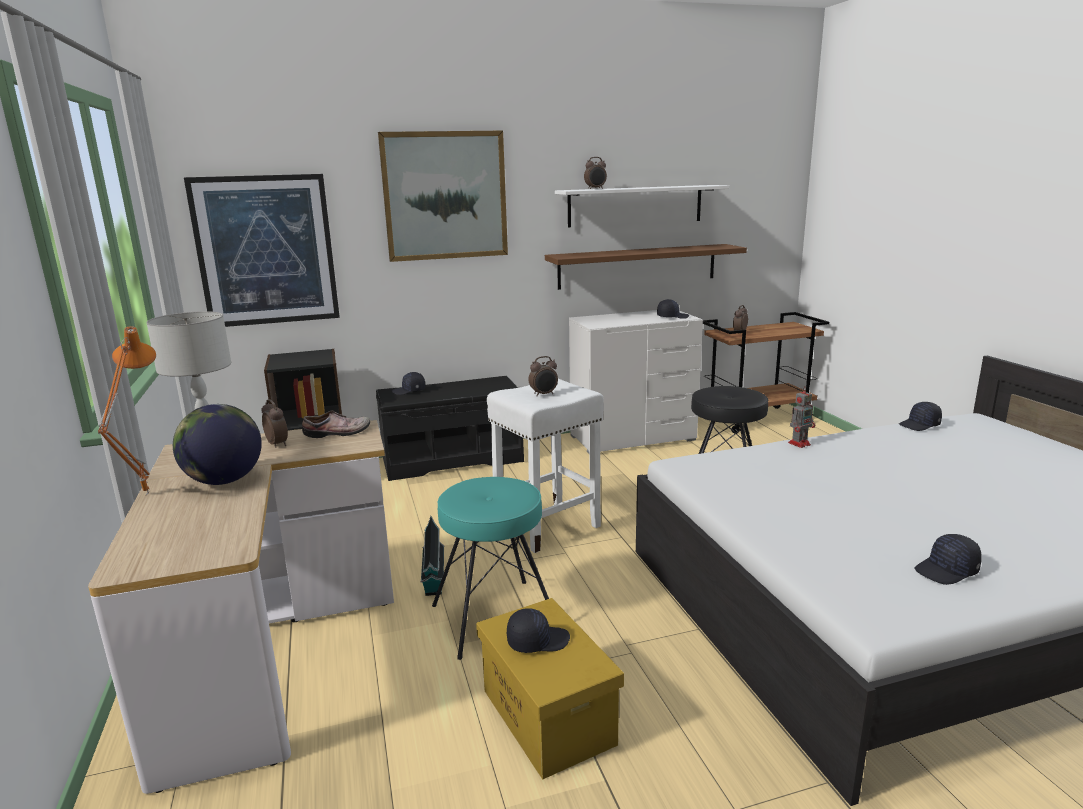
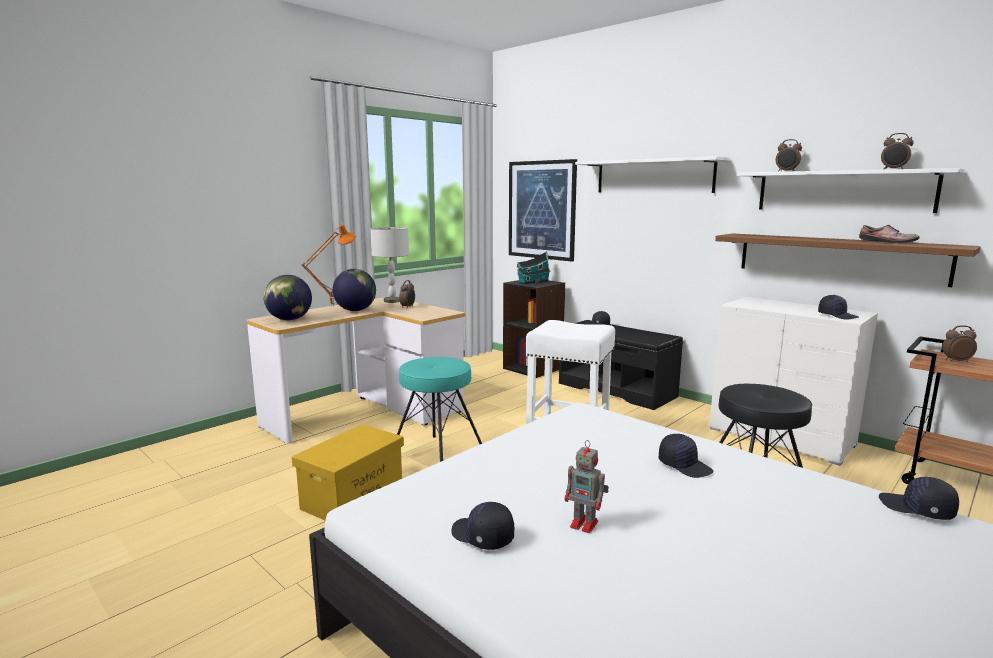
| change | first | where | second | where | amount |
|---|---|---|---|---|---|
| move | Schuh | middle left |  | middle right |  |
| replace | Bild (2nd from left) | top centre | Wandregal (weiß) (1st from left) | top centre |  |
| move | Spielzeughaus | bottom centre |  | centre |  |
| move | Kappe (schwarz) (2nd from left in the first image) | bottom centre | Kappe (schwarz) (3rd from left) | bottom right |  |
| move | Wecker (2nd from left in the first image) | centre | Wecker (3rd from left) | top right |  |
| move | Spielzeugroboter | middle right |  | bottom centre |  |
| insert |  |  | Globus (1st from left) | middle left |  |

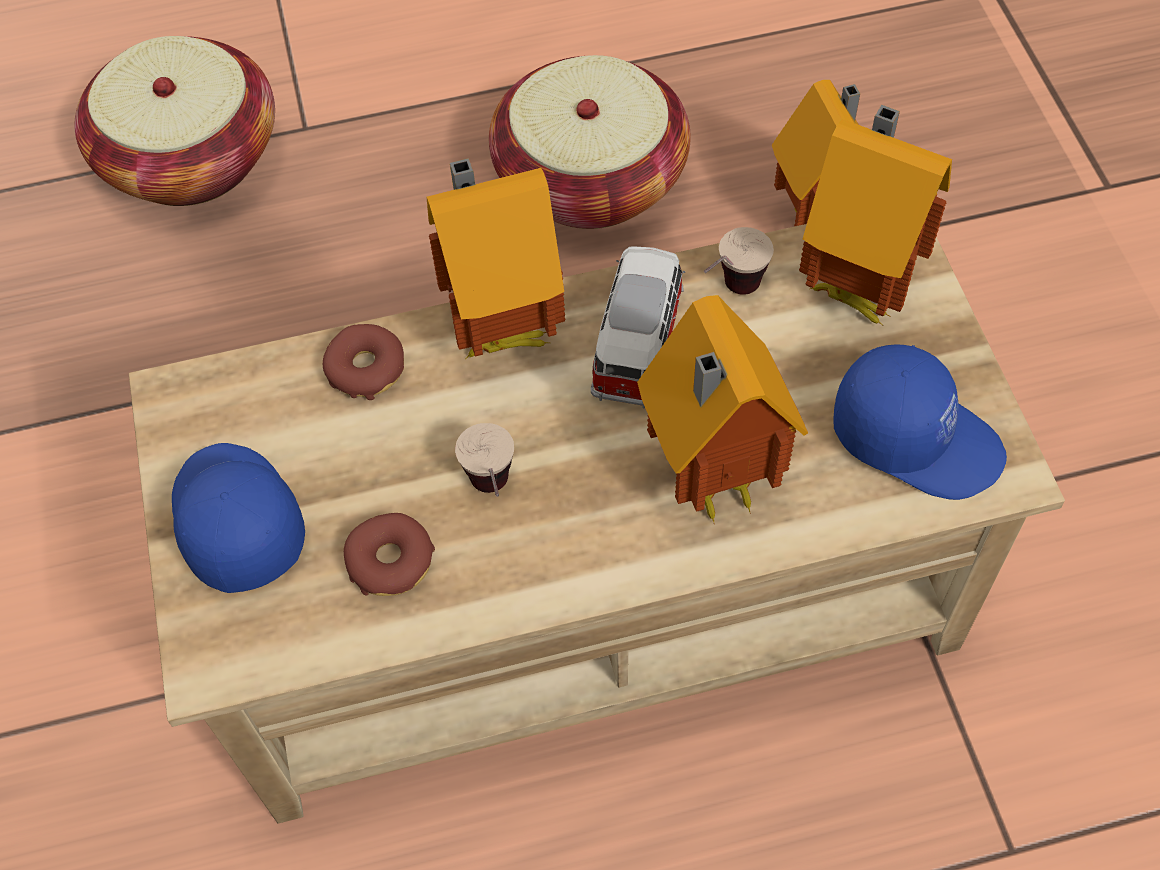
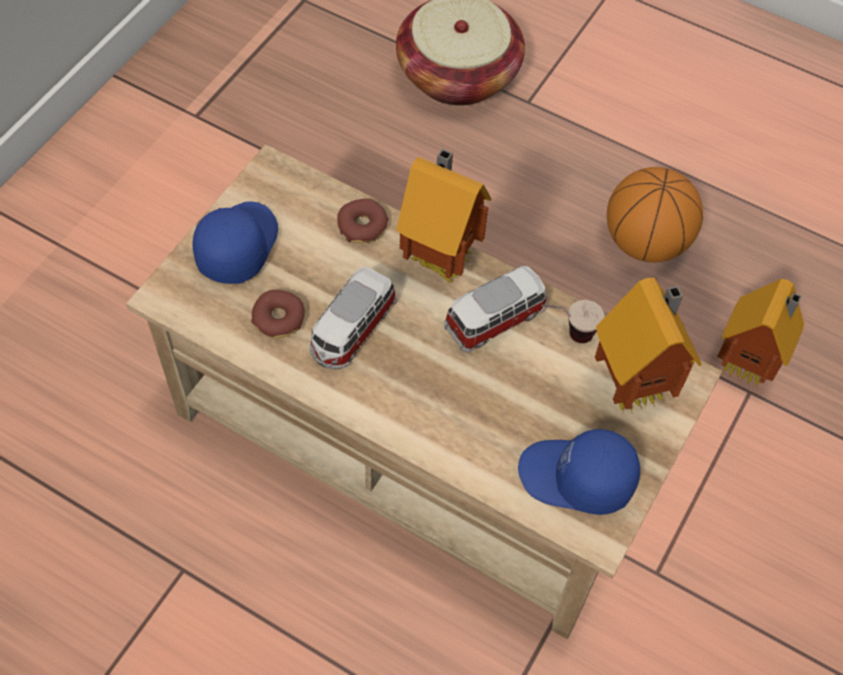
| change | first | where | second | where | amount |
|---|---|---|---|---|---|
| replace | Tasse (1st from left) | centre | Spielzeugauto (1st from left) | centre |  |
| replace | Korb (2nd from left) | top centre | Basketball | top right |  |
| delete | Spielzeughaus (2nd from left) | centre |  |  |  |
| rotate | Kappe (blau) (2nd from left) | middle right |  | bottom right | 120 degrees clockwise |

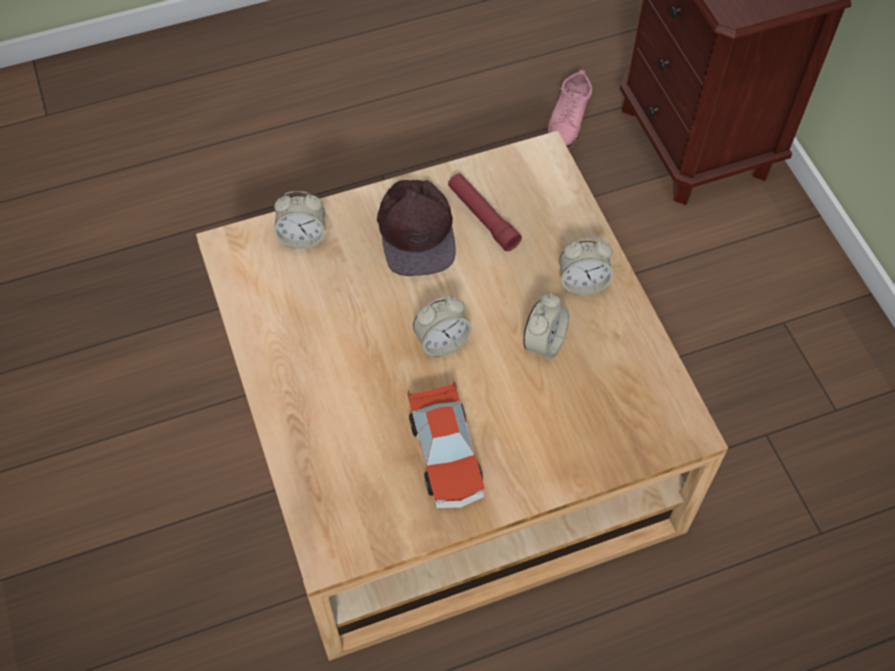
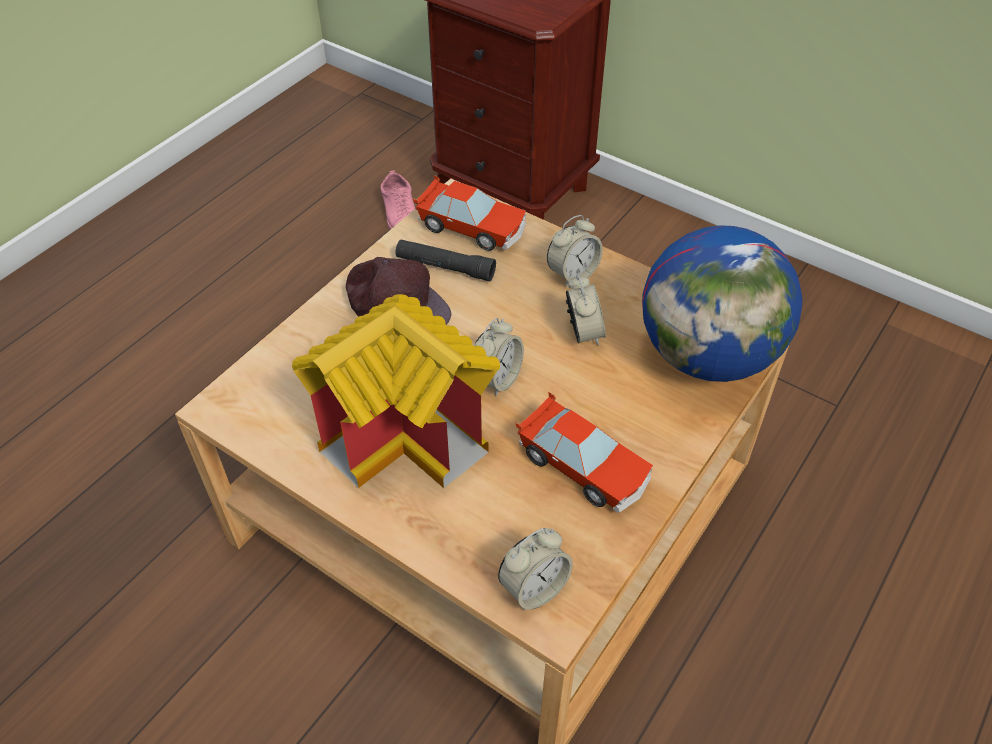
| change | first | where | second | where | amount |
|---|---|---|---|---|---|
| move | Wecker (1st from left in the first image) | top centre | Wecker (2nd from left) | bottom centre |  |
| recolor | Taschenlampe (rot) | top centre | Taschenlampe (schwarz) | centre |  |
| insert |  |  | Spielzeughaus | centre |  |
| insert |  |  | Spielzeugauto (1st from left) | top centre |  |
| insert |  |  | Globus | middle right |  |

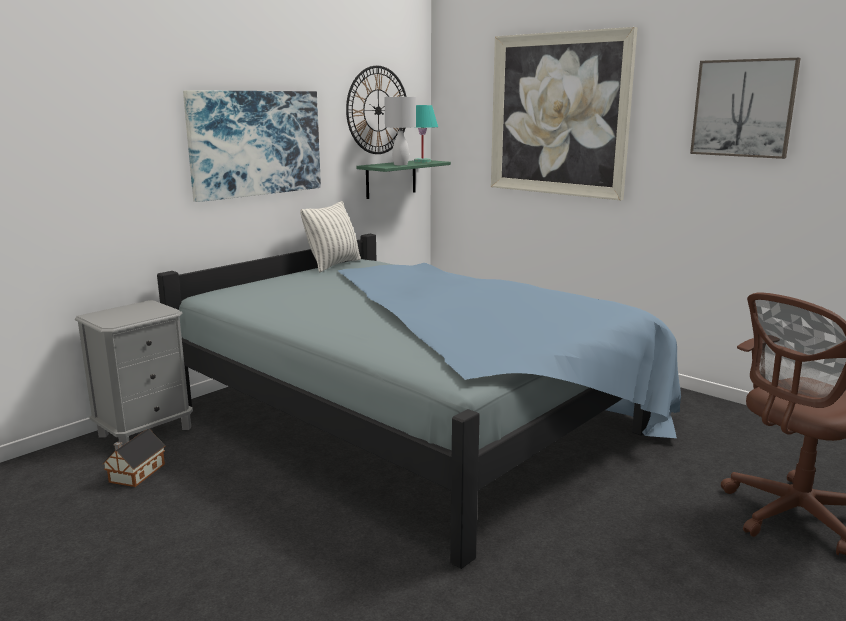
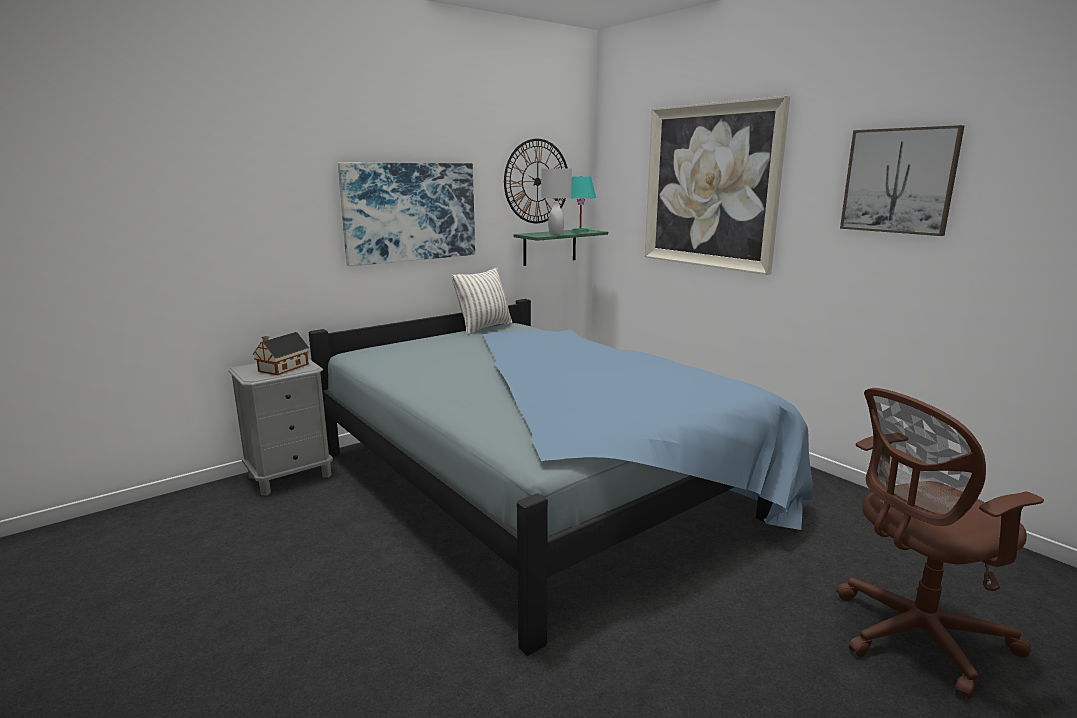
| change | first | where | second | where | amount |
|---|---|---|---|---|---|
| move | Spielzeughaus | bottom left |  | middle left |  |

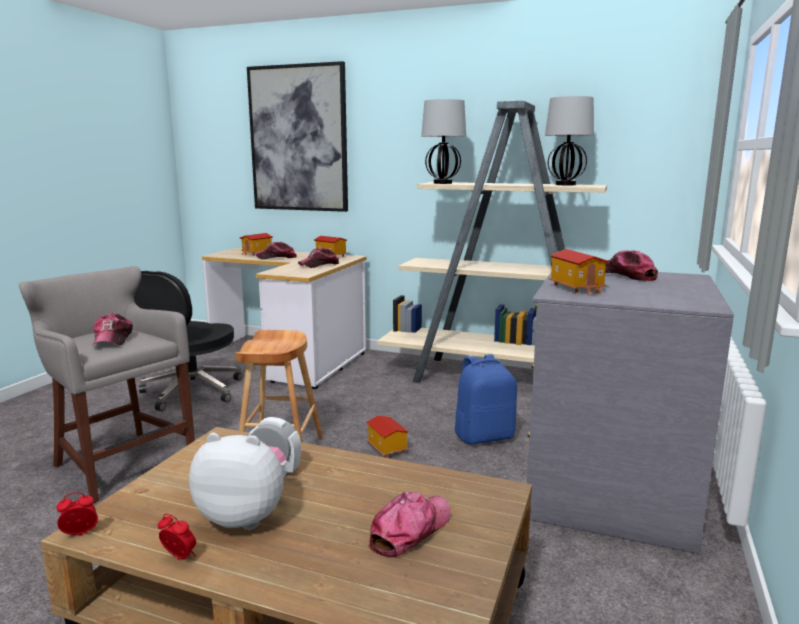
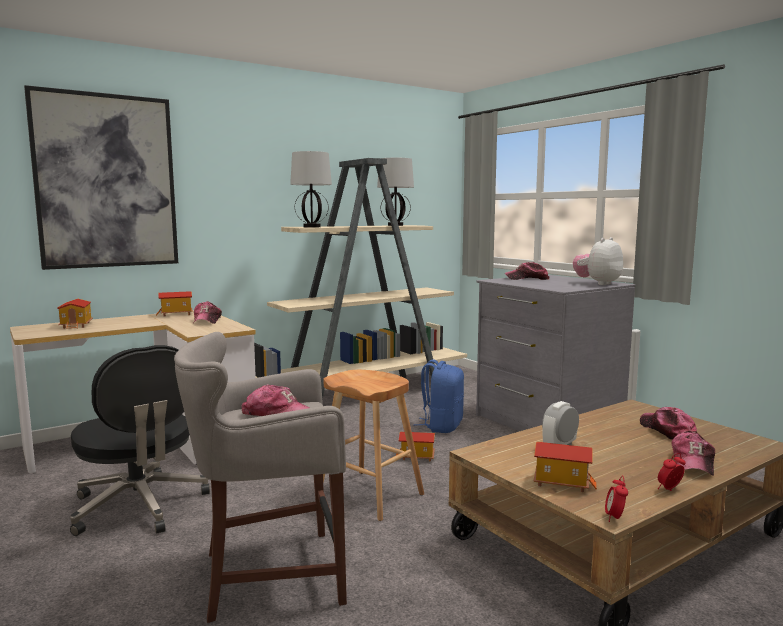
| change | first | where | second | where | amount |
|---|---|---|---|---|---|
| move | Plüschtier | bottom left |  | middle right |  |
| move | Kappe (2nd from left in the first image) | centre | Kappe (5th from left) | bottom right |  |
| move | Spielzeughaus (4th from left) | middle right |  | bottom right |  |

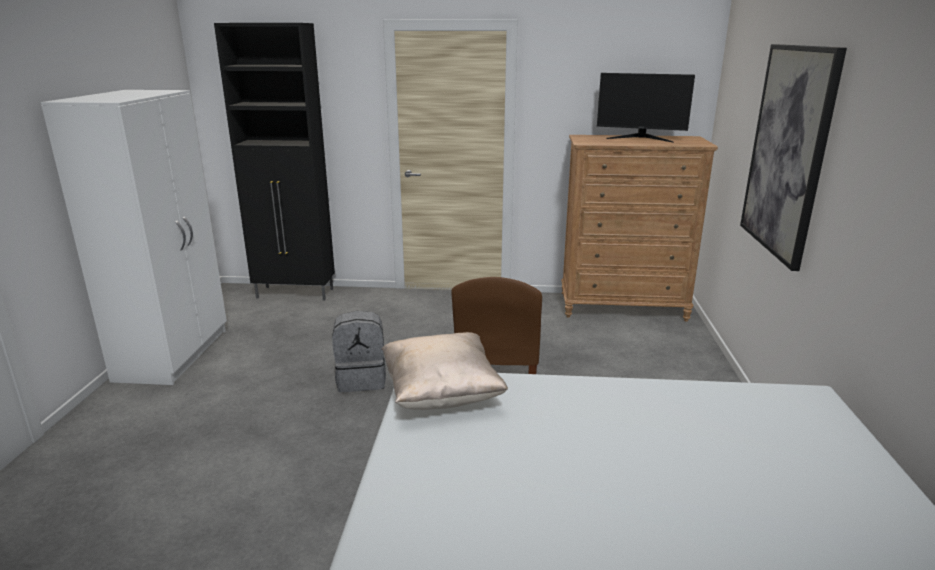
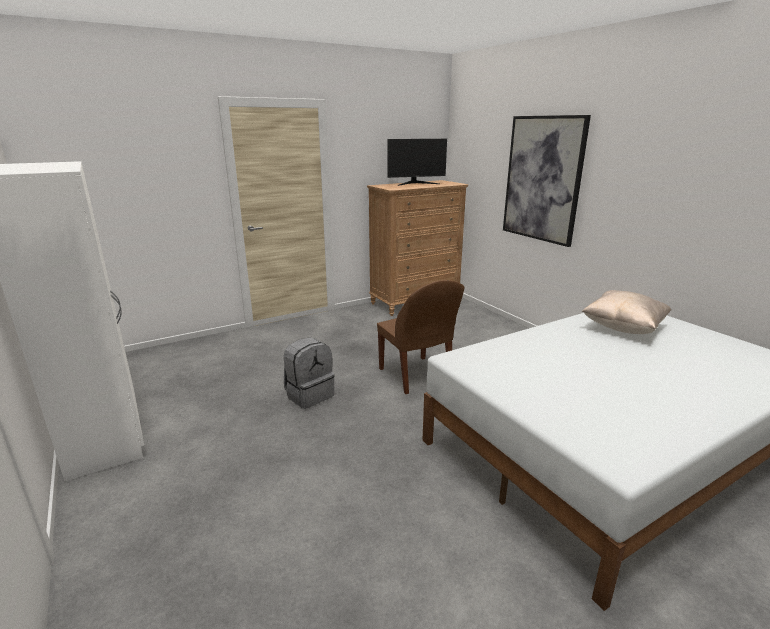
| change | first | where | second | where | amount |
|---|---|---|---|---|---|
| delete | Schrank (schwarz) | top left |  |  |  |
| move | Kissen (beige) | centre |  | middle right |  |

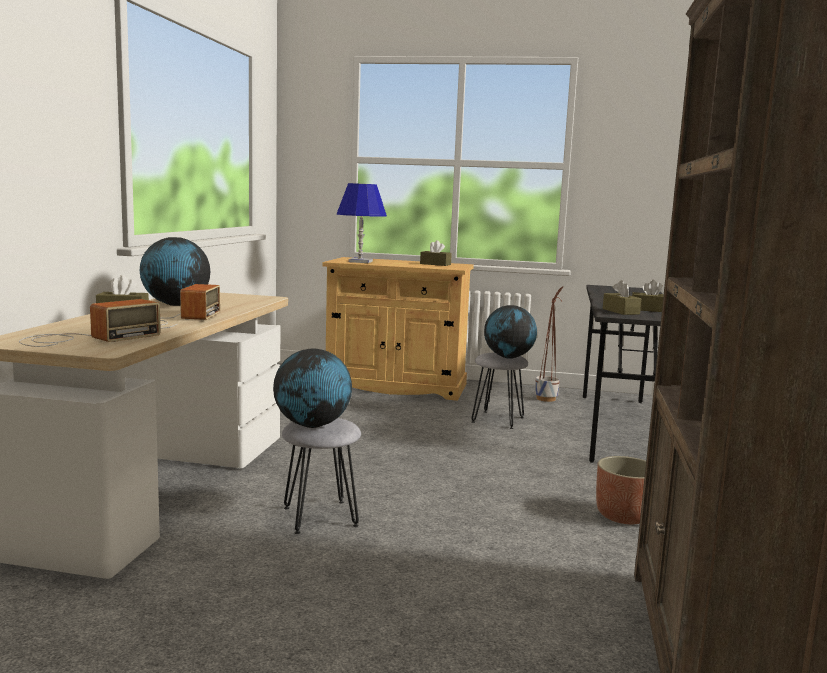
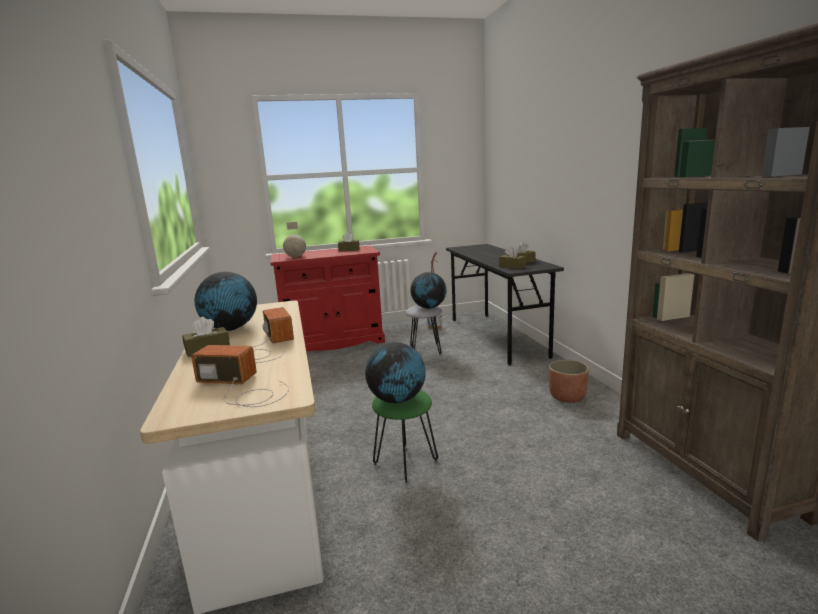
| change | first | where | second | where | amount |
|---|---|---|---|---|---|
| rotate | Radio (1st from left) | middle left |  | middle left | 90 degrees counterclockwise |
| recolor | Hocker (grau) (1st from left) | bottom centre | Hocker (grün) | bottom centre |  |
| recolor | Schrank (beige) | centre | Schrank (rot) | centre |  |
| replace | Tischlampe (blau) | top centre | Globus (2nd from left) | centre |  |

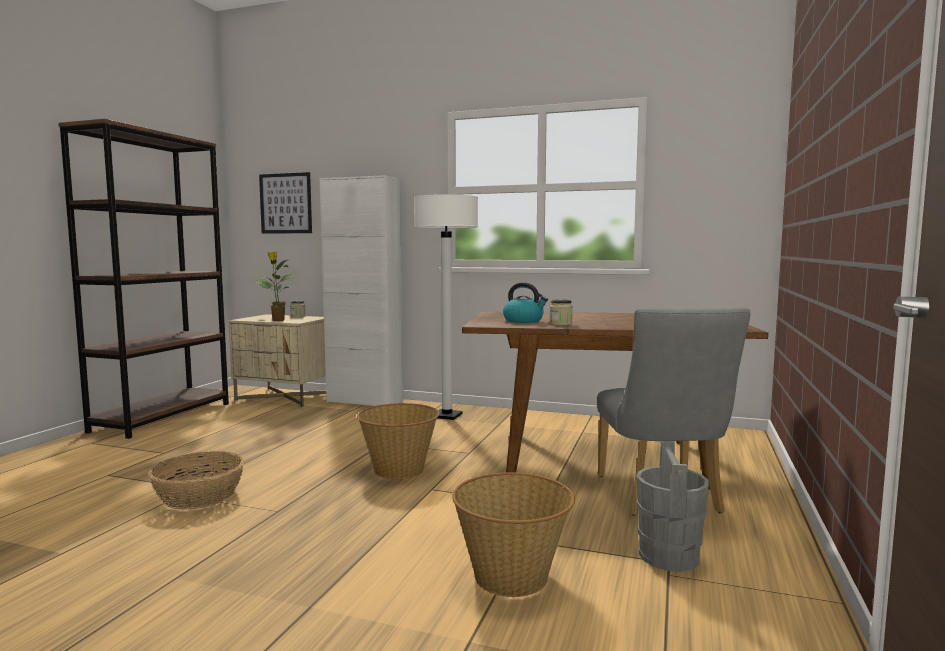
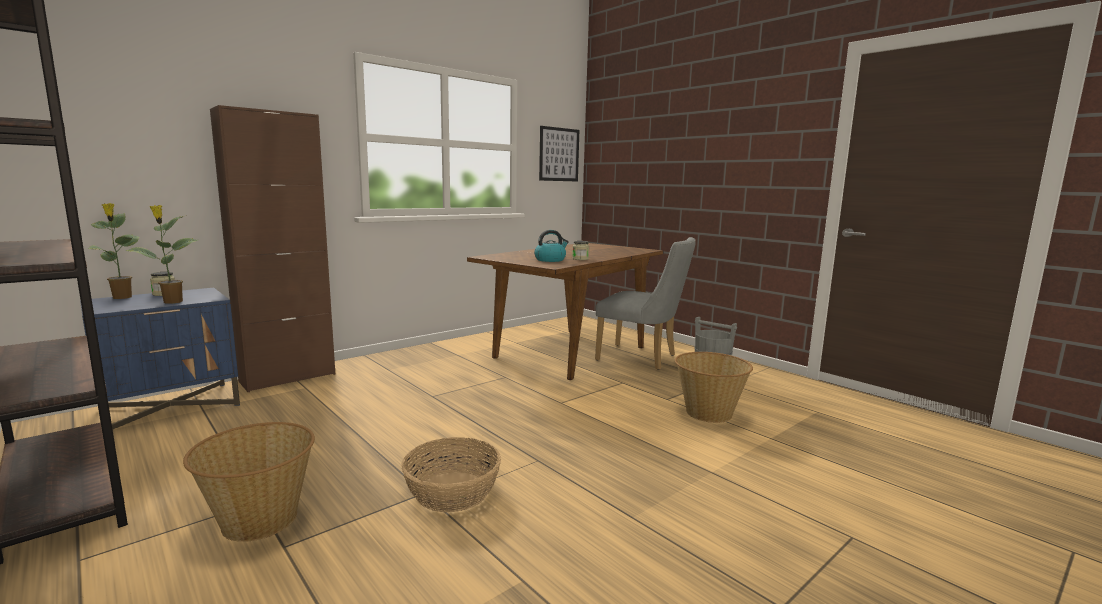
| change | first | where | second | where | amount |
|---|---|---|---|---|---|
| recolor | Nachttisch (beige) | middle left | Nachttisch (blau) | middle left |  |
| move | Bild | top left |  | top centre |  |
| recolor | Schrank (weiß) | centre | Schrank (braun) | middle left |  |
| move | Korb (2nd from left in the first image) | bottom centre | Korb (1st from left) | bottom left |  |
| delete | Stehlampe (weiß) | centre |  |  |  |

